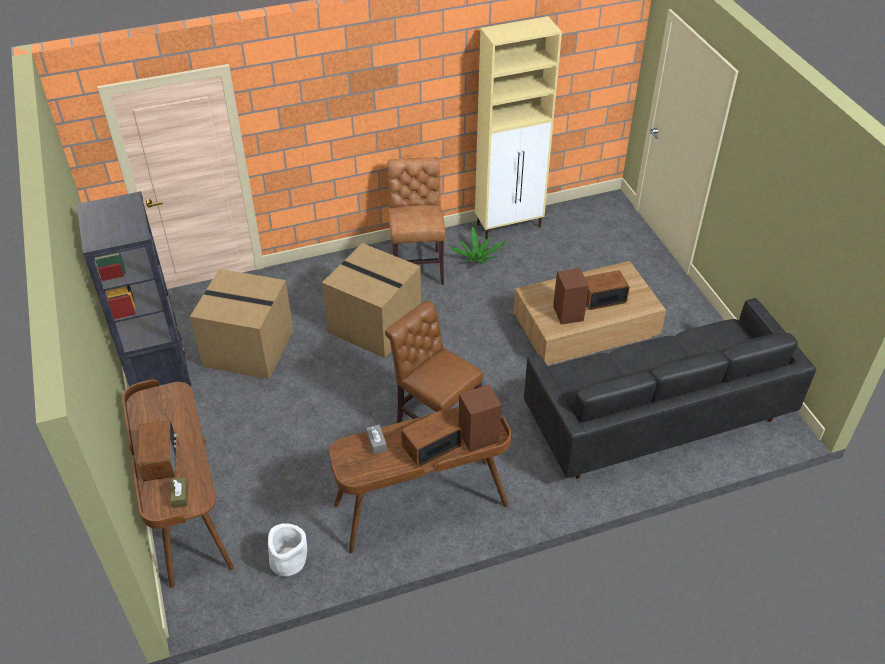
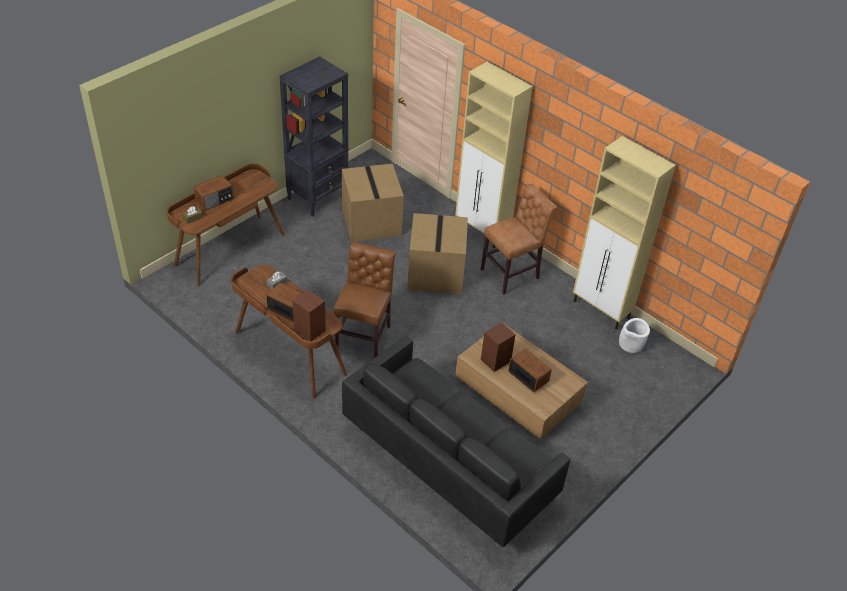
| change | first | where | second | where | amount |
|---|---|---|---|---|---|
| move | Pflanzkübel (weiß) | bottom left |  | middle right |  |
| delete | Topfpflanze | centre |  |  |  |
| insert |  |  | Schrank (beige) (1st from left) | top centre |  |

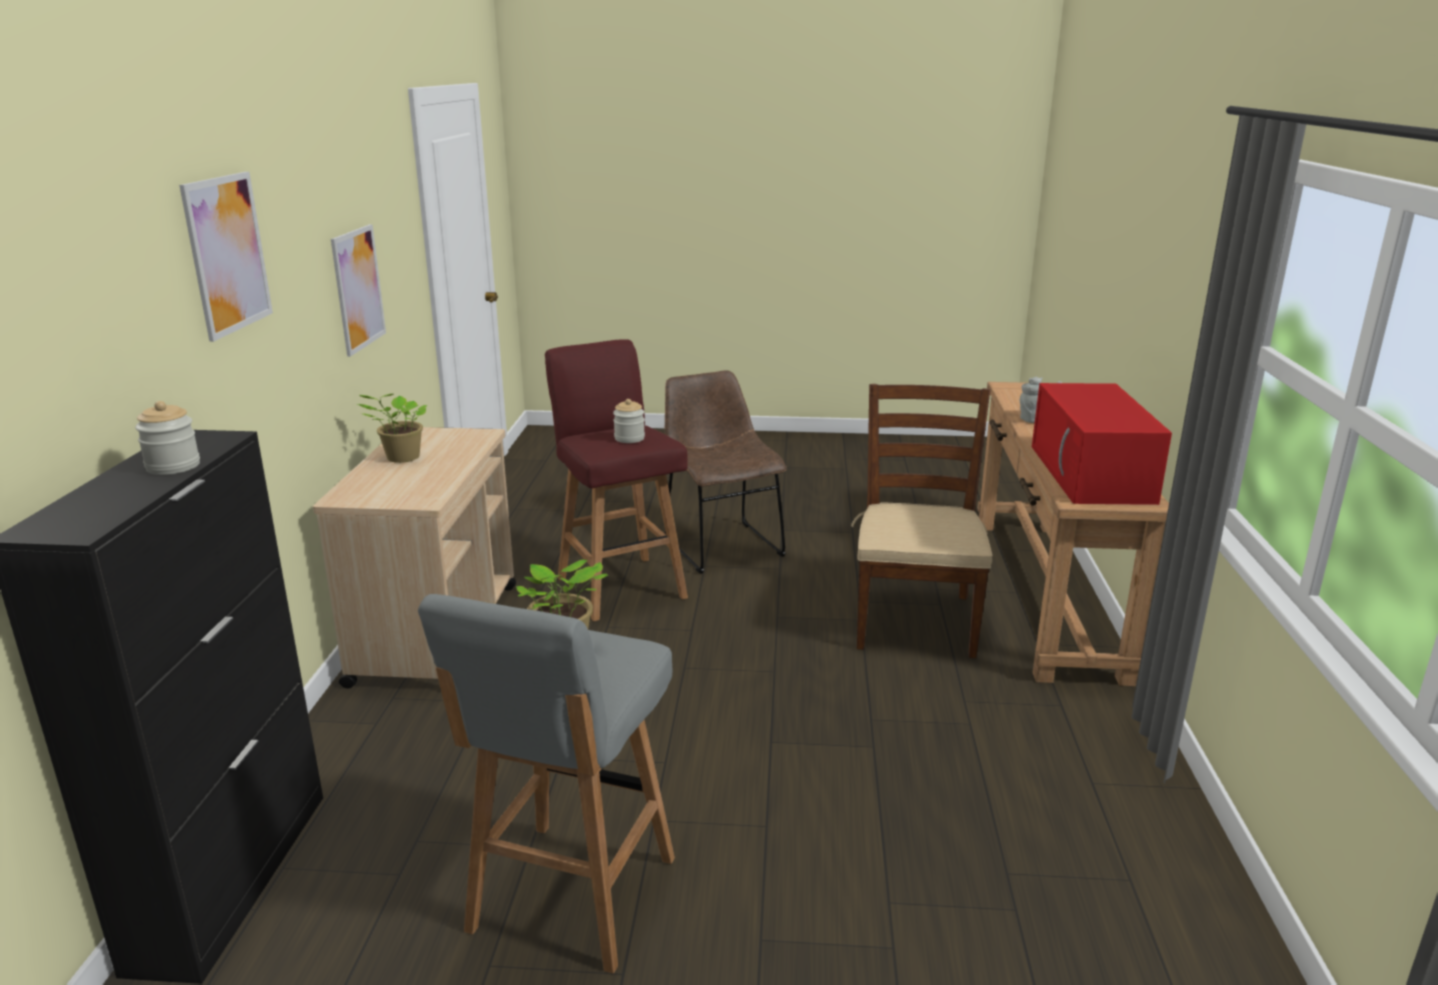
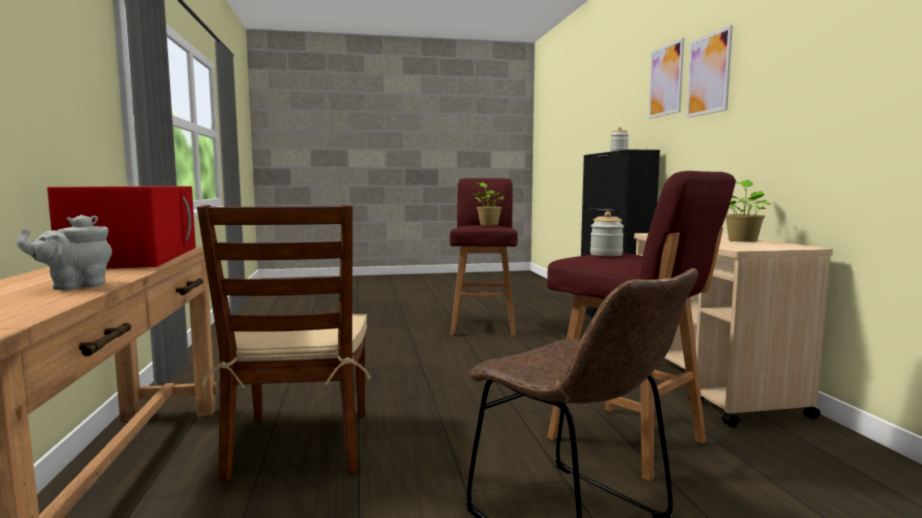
| change | first | where | second | where | amount |
|---|---|---|---|---|---|
| move | Bild (2nd from left in the first image) | top left | Bild (1st from left) | top right |  |
| recolor | Hocker (grau) | bottom centre | Hocker (rot) (1st from left) | centre |  |

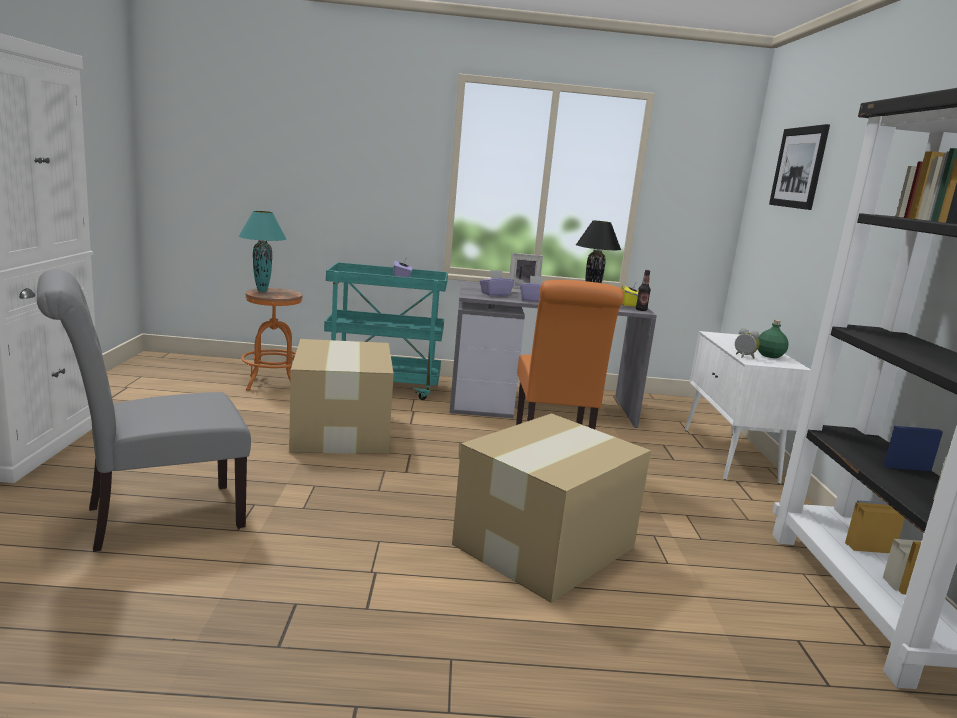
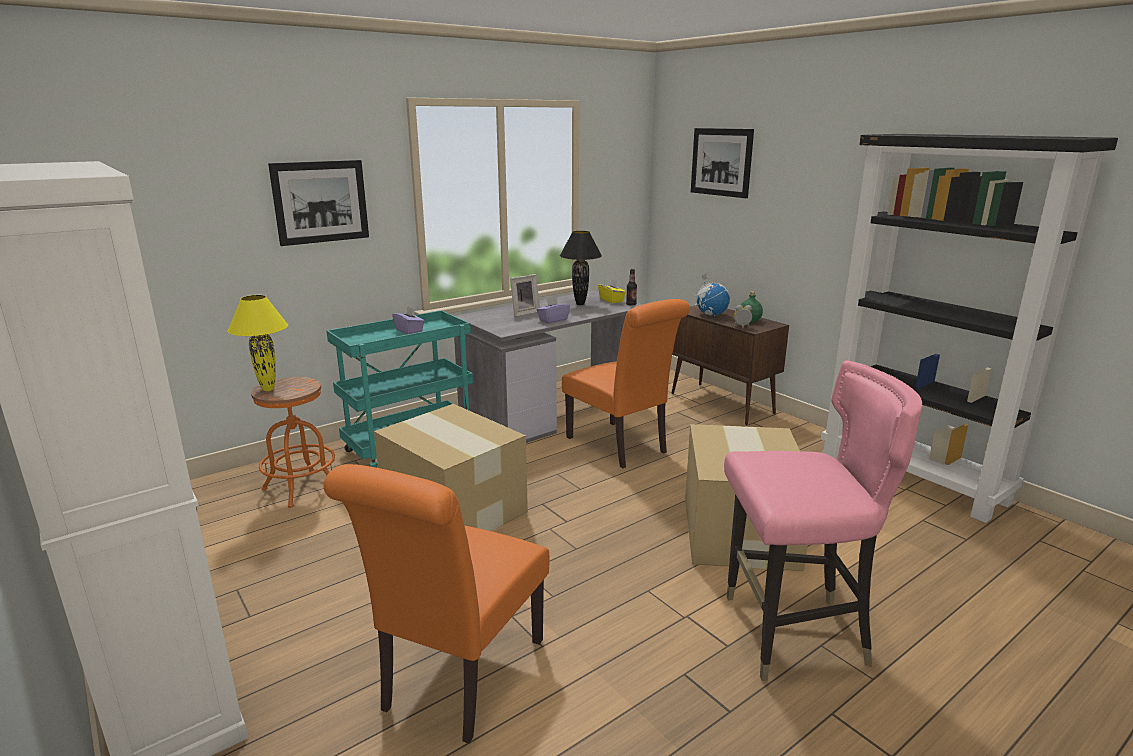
| change | first | where | second | where | amount |
|---|---|---|---|---|---|
| recolor | Stuhl (grau) | middle left | Stuhl (orange) (1st from left) | bottom centre |  |
| recolor | Tischlampe (türkis) | middle left | Tischlampe (gelb) | middle left |  |
| delete | Taschentuchbox (lila) (2nd from left) | centre |  |  |  |
| recolor | Schrank (weiß) (2nd from left) | middle right | Schrank (braun) | centre |  |
| insert |  |  | Bild (1st from left) | top left |  |
| insert |  |  | Globus | centre |  |
| insert |  |  | Stuhl (rosa) | bottom right |  |

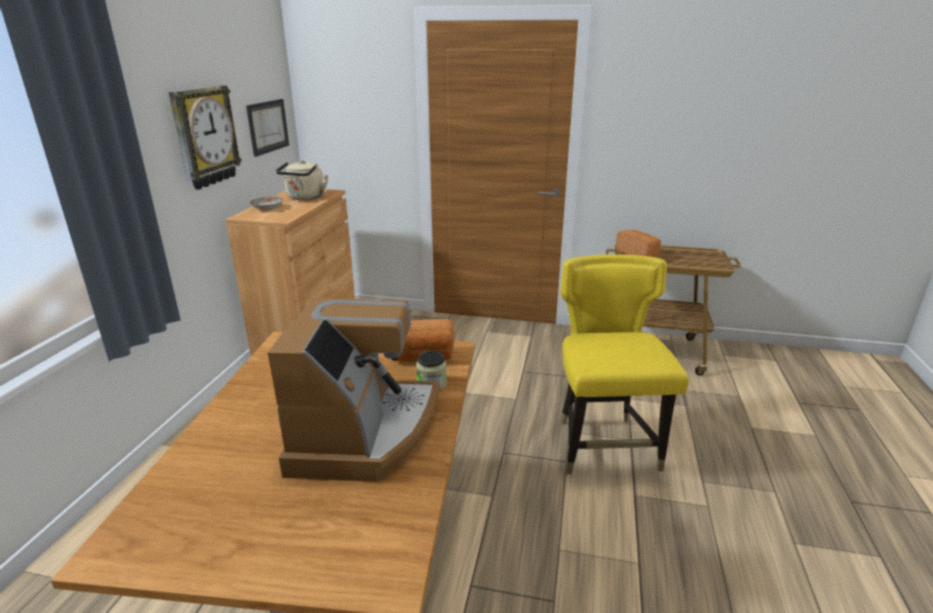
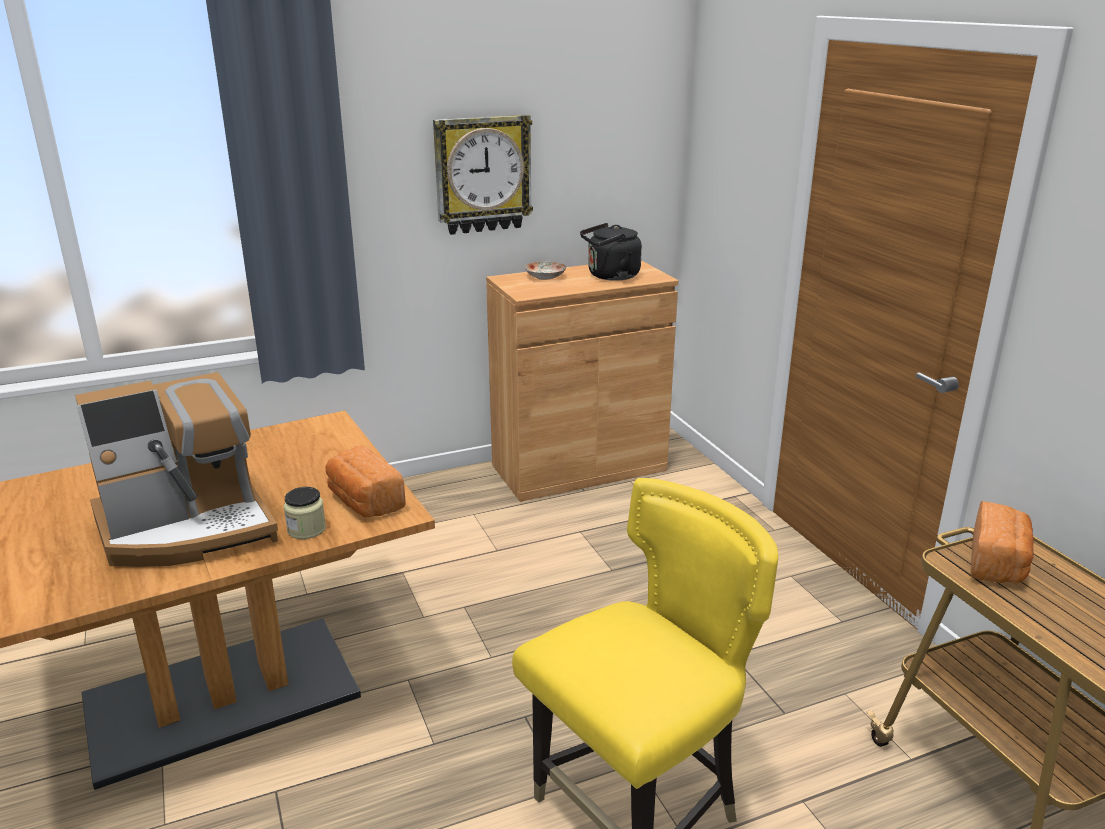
| change | first | where | second | where | amount |
|---|---|---|---|---|---|
| delete | Bild | top left |  |  |  |
| recolor | Wasserkessel (beige) | top left | Wasserkessel (schwarz) | top centre |  |

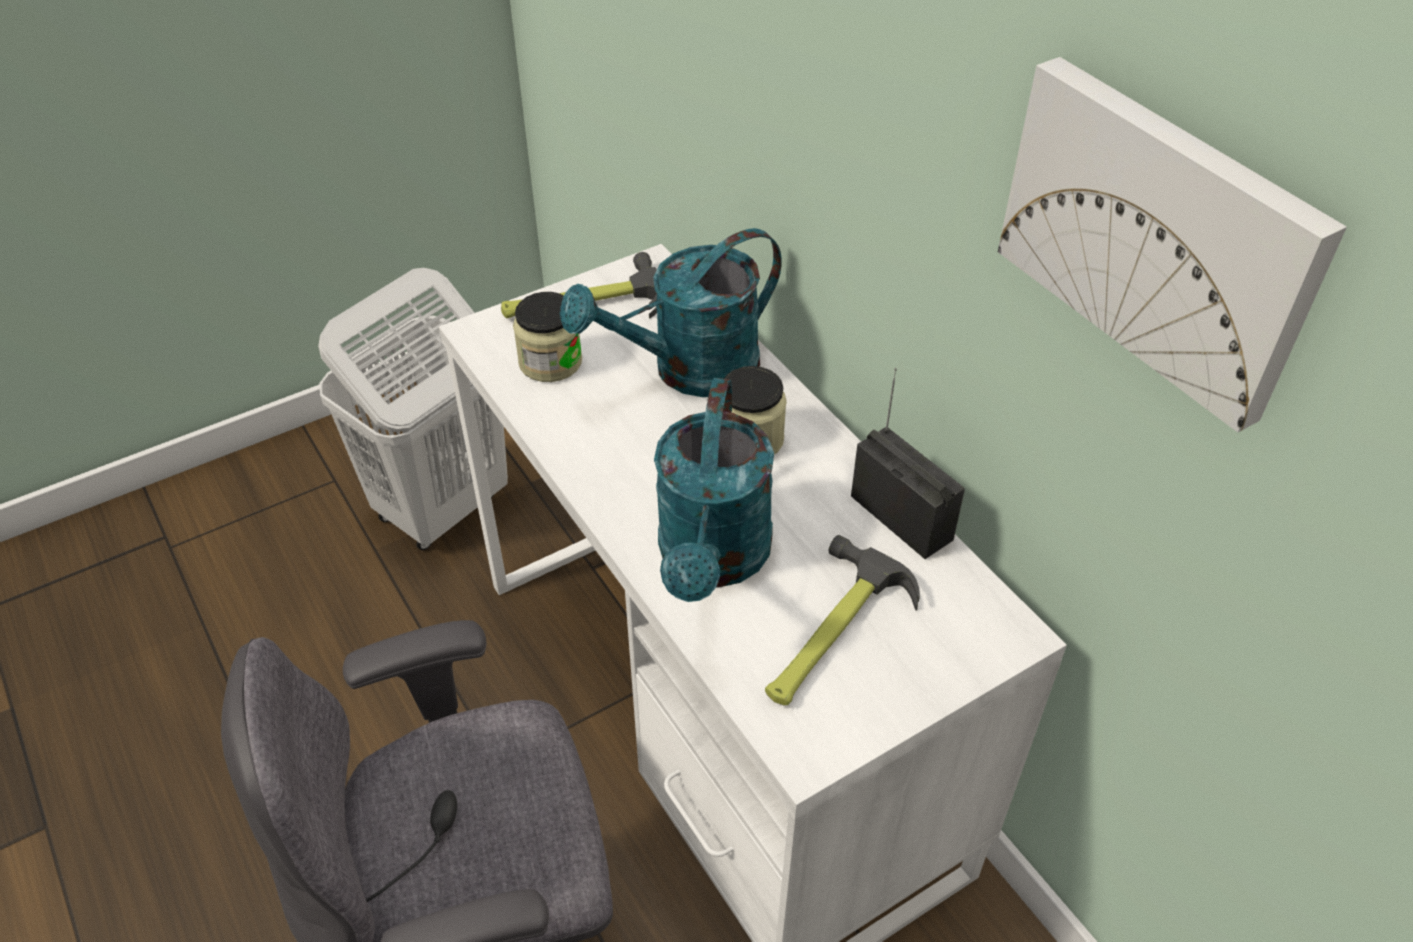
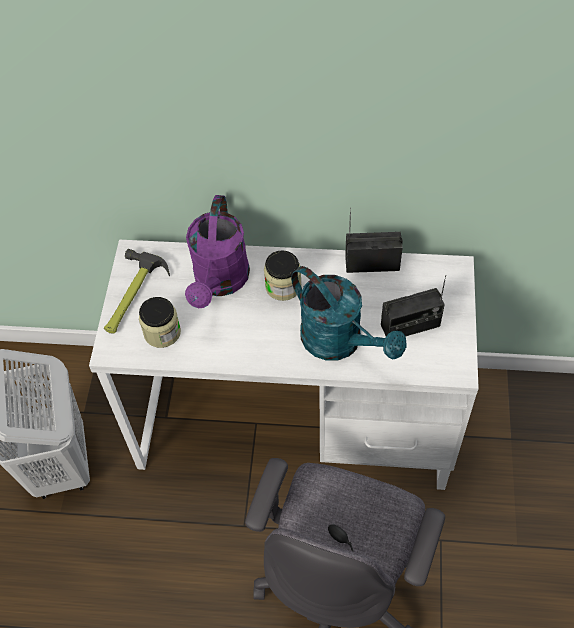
| change | first | where | second | where | amount |
|---|---|---|---|---|---|
| recolor | Gießkanne (türkis) (1st from left) | top centre | Gießkanne (lila) | centre |  |
| replace | Hammer (2nd from left) | centre | Radio (2nd from left) | middle right |  |
| delete | Bild | top right |  |  |  |

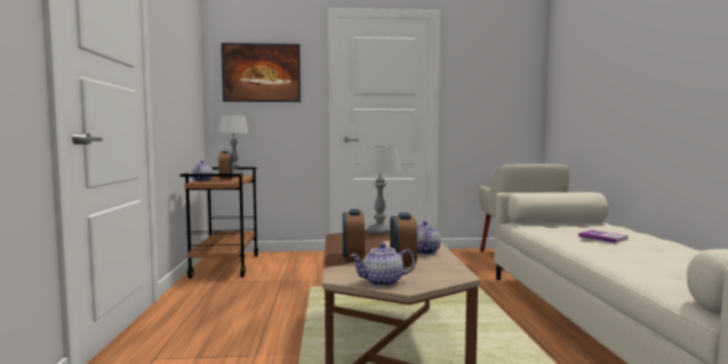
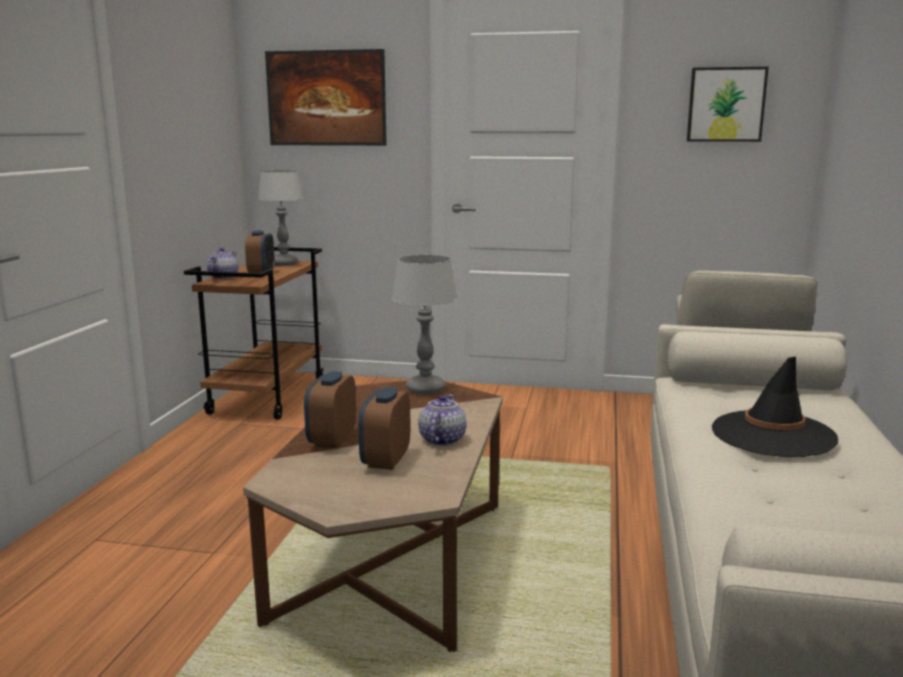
| change | first | where | second | where | amount |
|---|---|---|---|---|---|
| delete | Teekanne (2nd from left) | bottom centre |  |  |  |
| replace | Buch | middle right | Hut (schwarz) | middle right |  |
| insert |  |  | Bild (2nd from left) | top right |  |

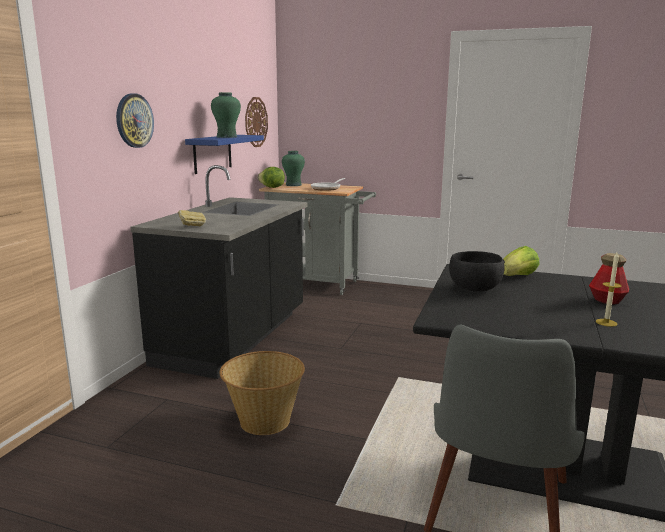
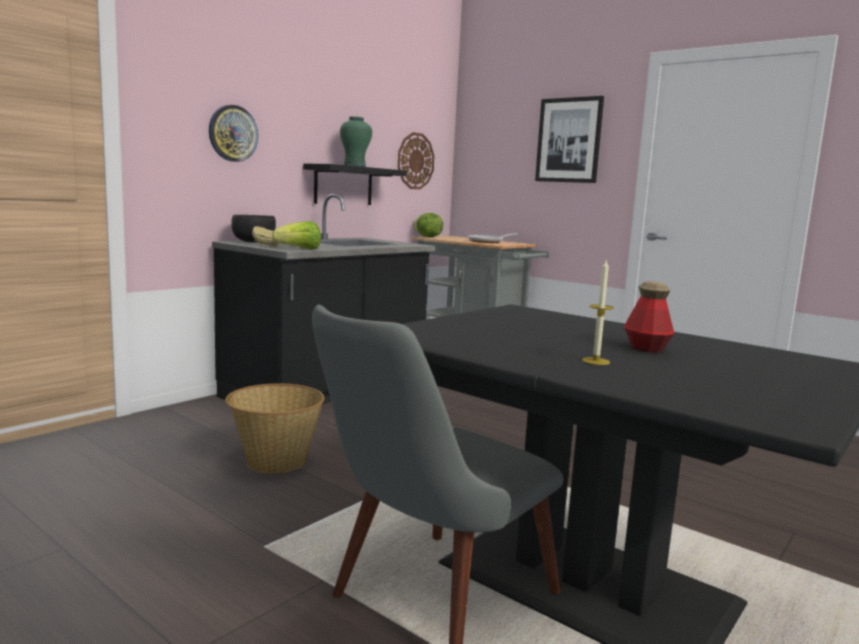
| change | first | where | second | where | amount |
|---|---|---|---|---|---|
| recolor | Wandregal (blau) | top centre | Wandregal (schwarz) | top centre |  |
| delete | Vase (grün) (2nd from left) | top centre |  |  |  |
| move | Schüssel (schwarz) | middle right |  | middle left |  |
| move | Salatkopf (2nd from left in the first image) | middle right | Salatkopf (1st from left) | centre |  |
| insert |  |  | Bild | top centre |  |

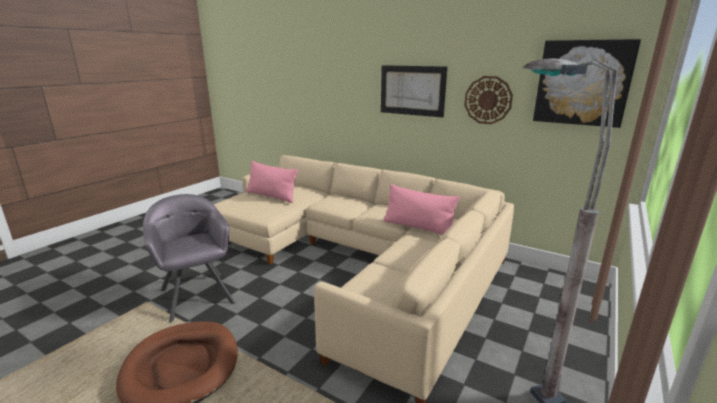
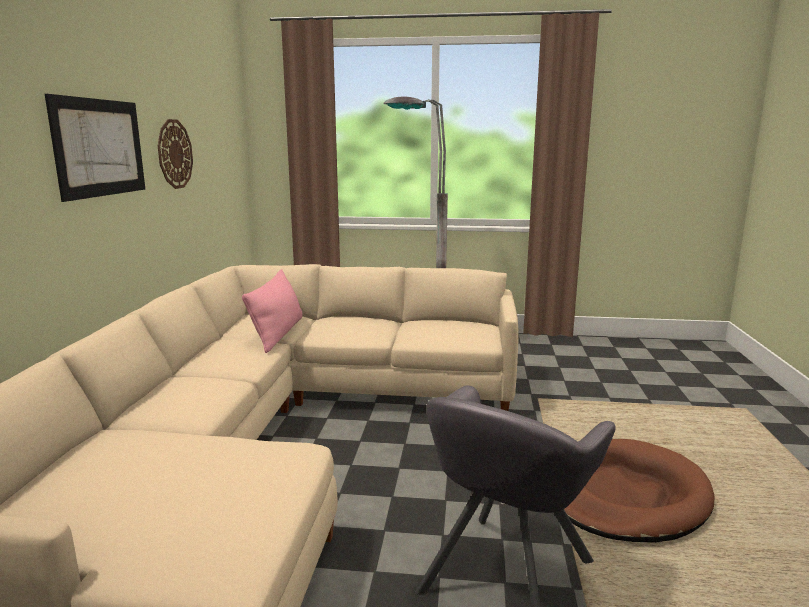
| change | first | where | second | where | amount |
|---|---|---|---|---|---|
| delete | Kissen (rosa) (1st from left) | centre |  |  |  |
| delete | Bild (2nd from left) | top right |  |  |  |

